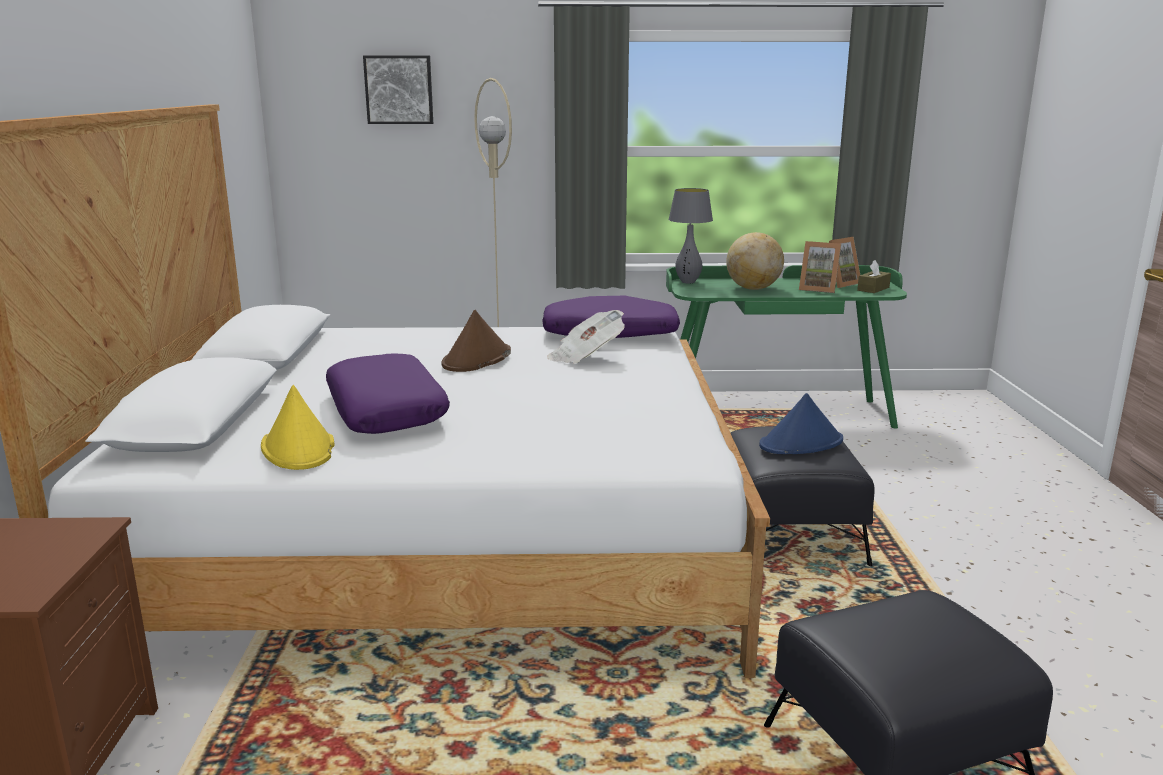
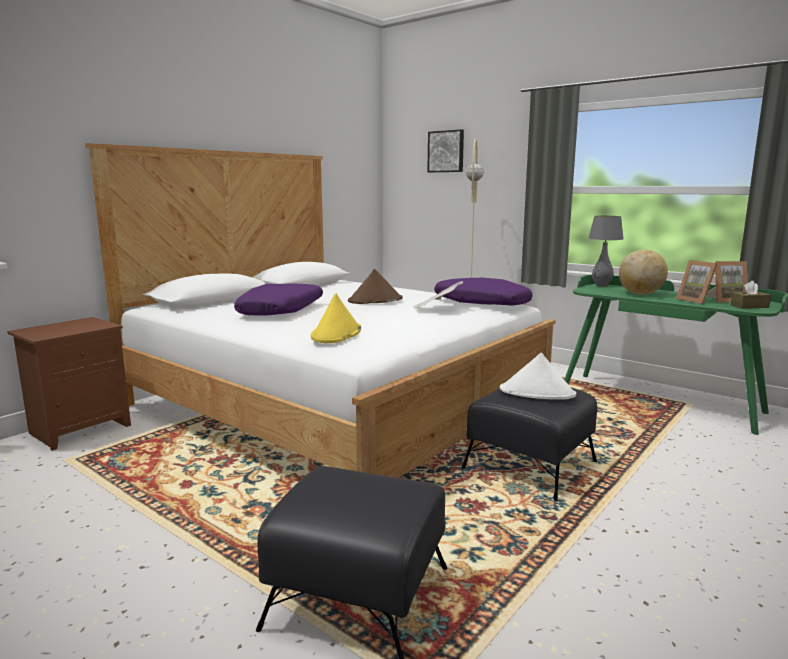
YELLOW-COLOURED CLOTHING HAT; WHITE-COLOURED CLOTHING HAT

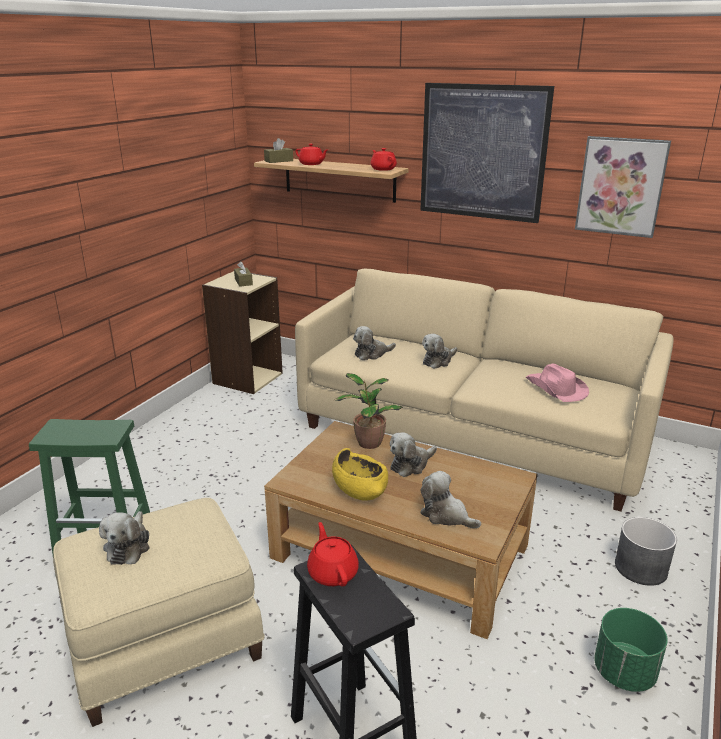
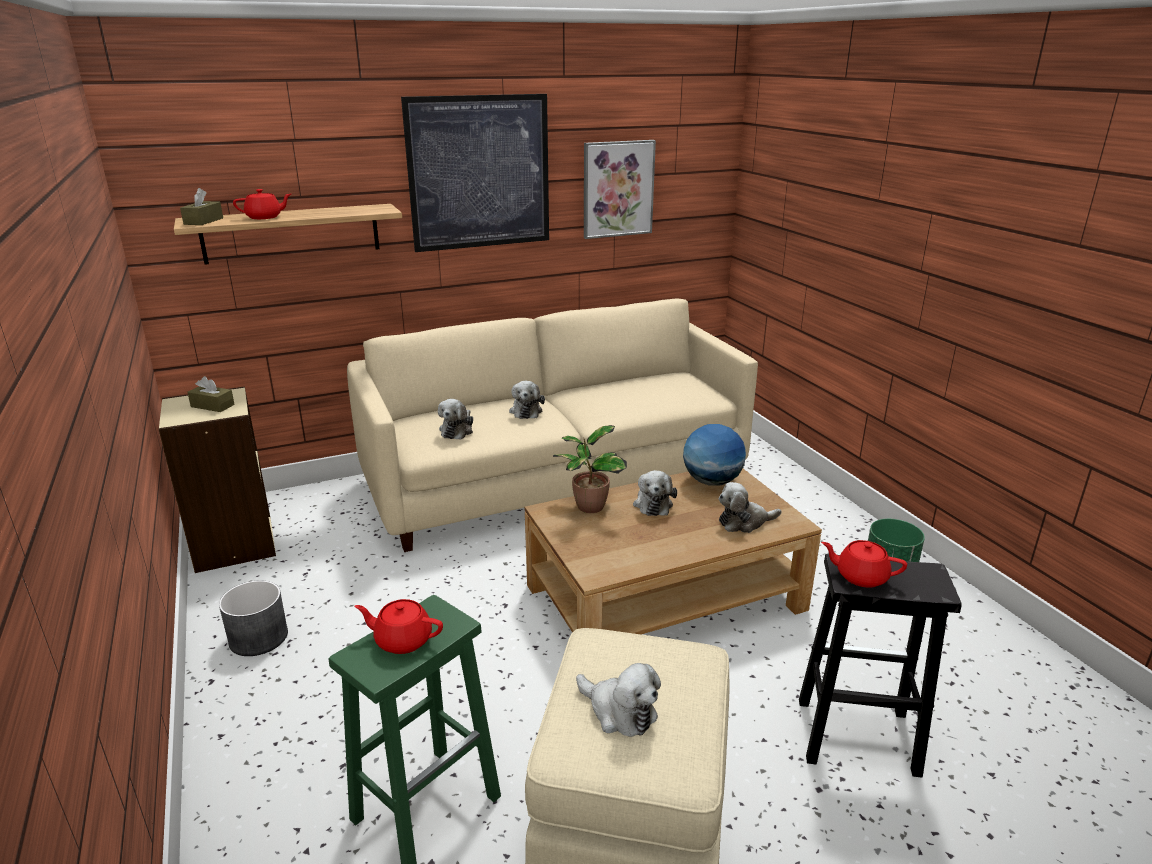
YELLOW-COLOURED BOWL; RED-COLOURED TEA POT (no. 2 from left); PINK-COLOURED CLOTHING HAT; GREYISH FLOWER POT; GLOBE

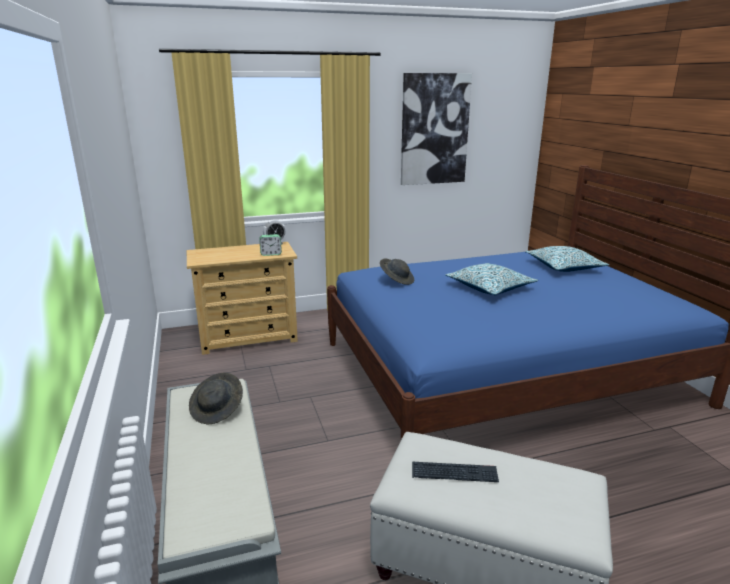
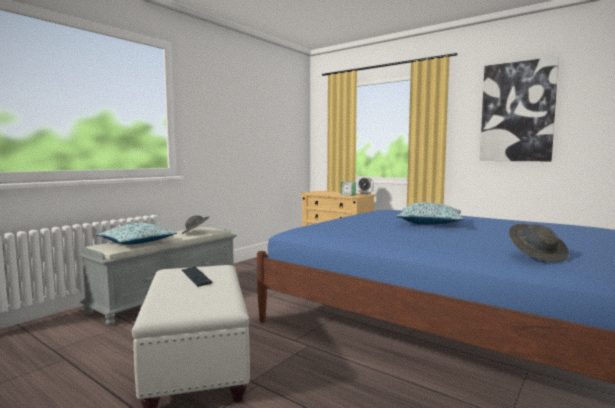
GREYISH CLOTHING HAT (no. 2 from left); THROW PILLOW (no. 1 from left)

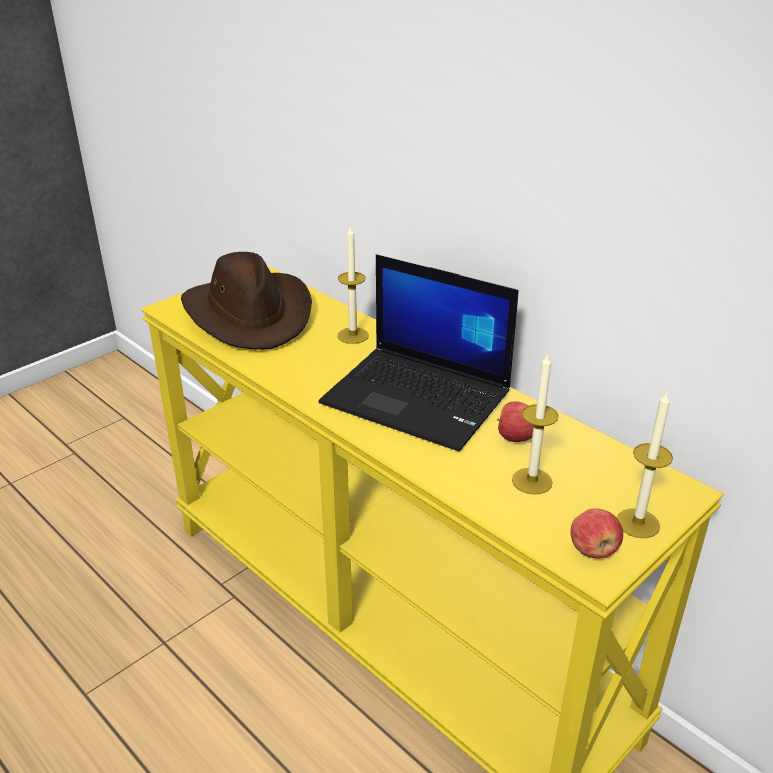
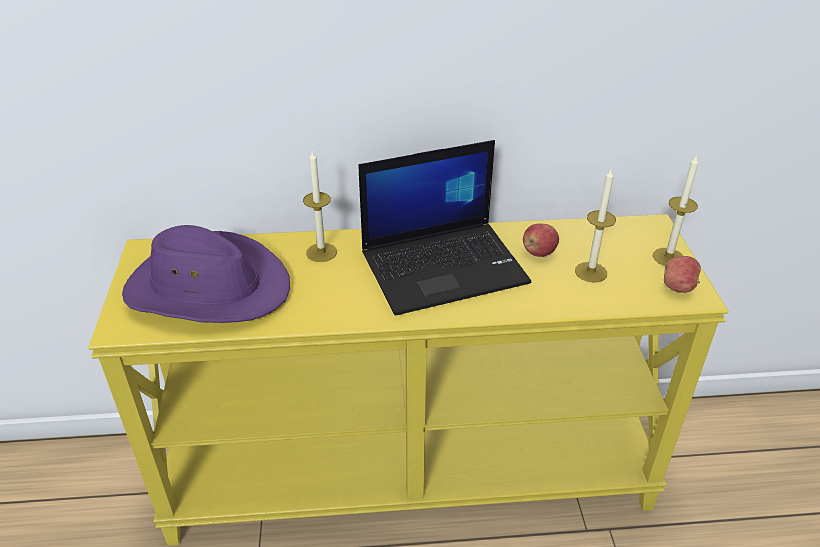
PURPLE-COLOURED CLOTHING HAT

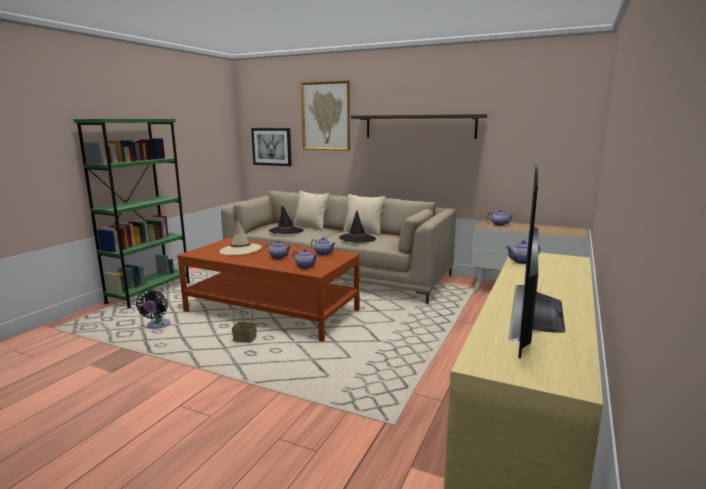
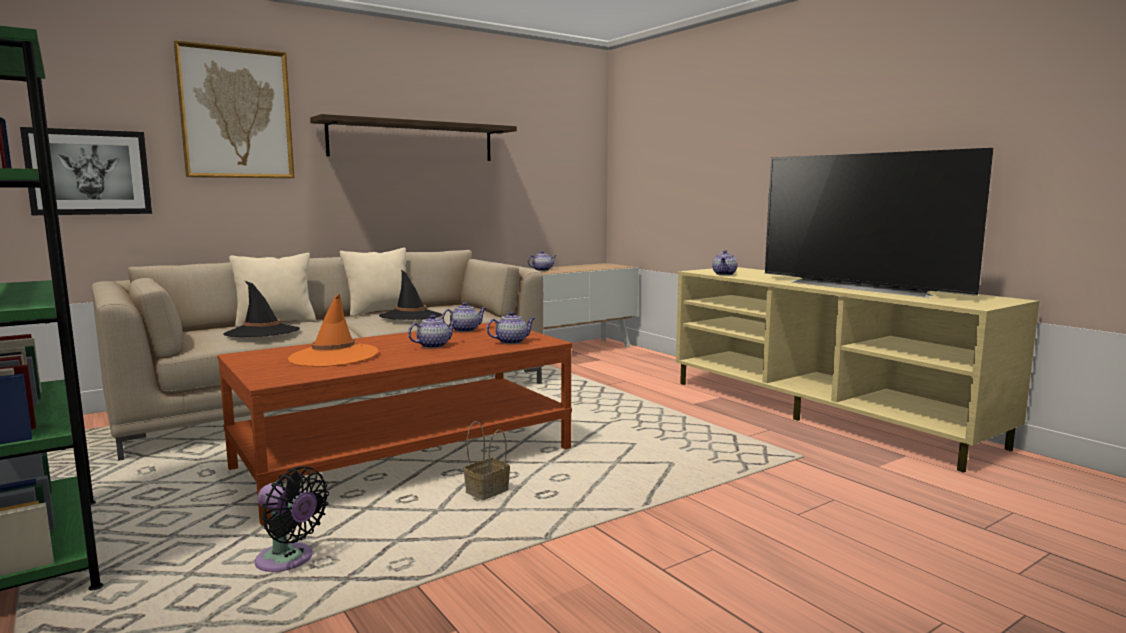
ORANGE-COLOURED CLOTHING HAT

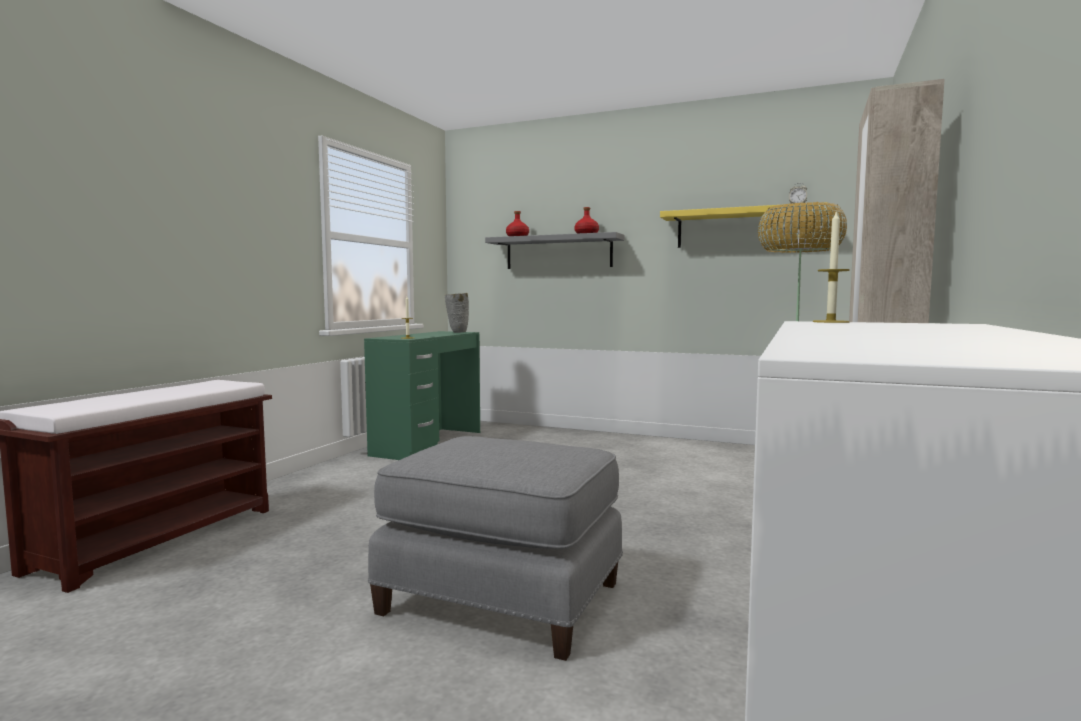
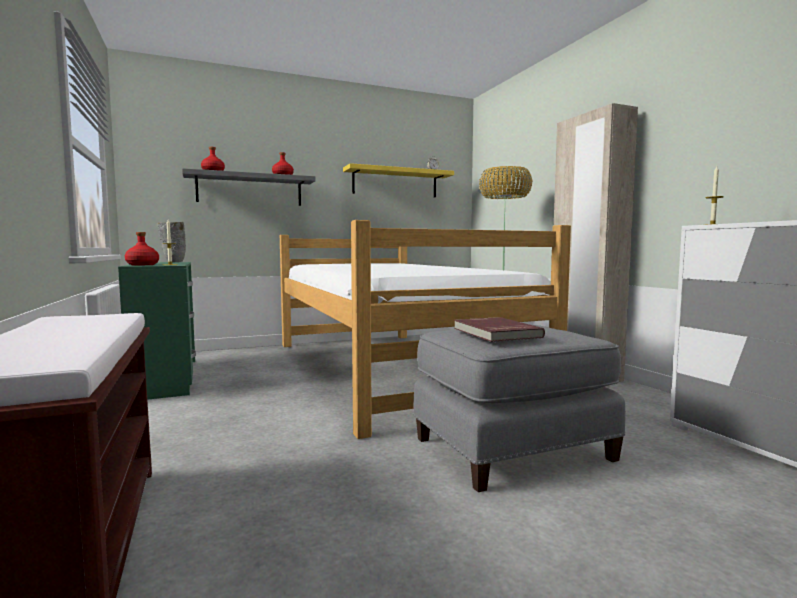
RED-COLOURED DRINK BOTTLE (no. 1 from left); BEDROOM BED; RED-COLOURED VOLUME

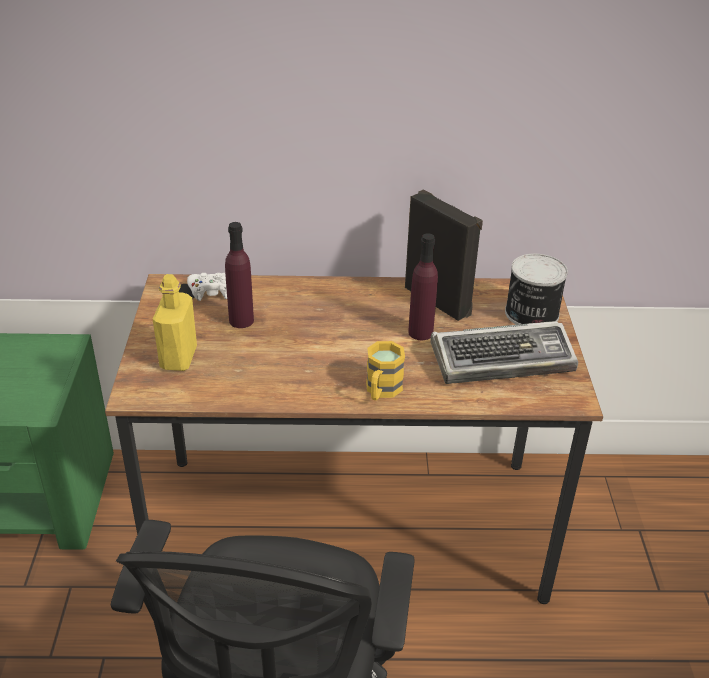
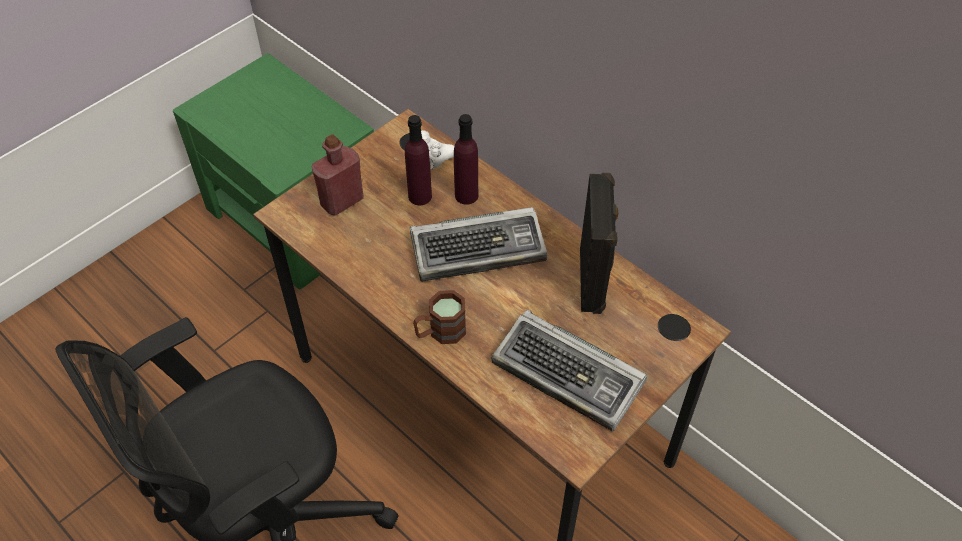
RED-COLOURED DRINK BOTTLE; BROWNISH TEA MUG; PURPLE-COLOURED DRINK BOTTLE (no. 2 from left); METAL CAN; COMPUTER KEYBOARD (no. 1 from left)

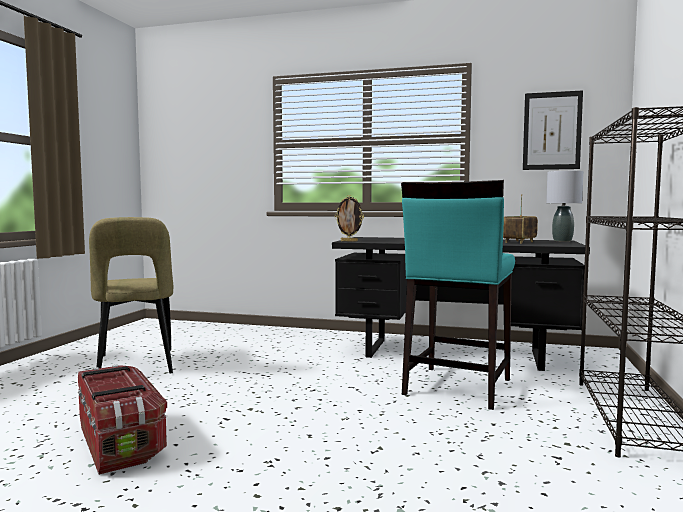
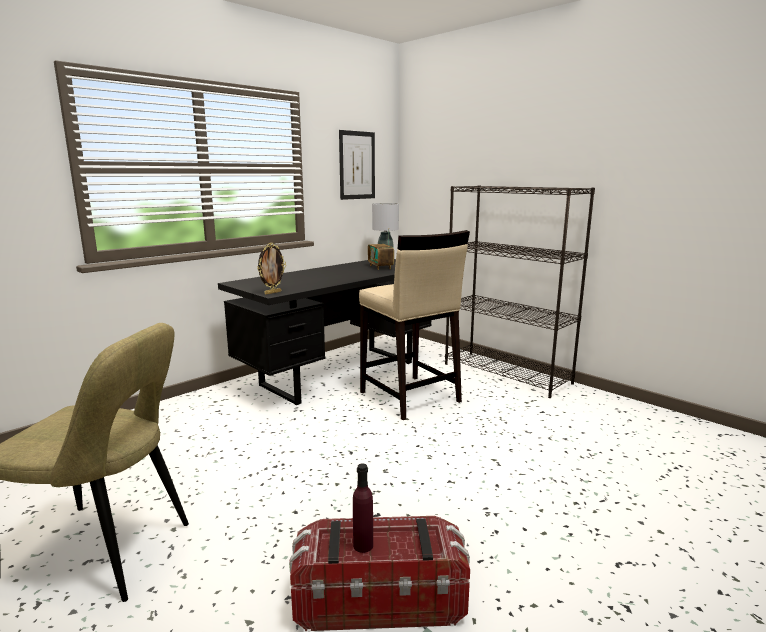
BEIGE-COLOURED STOOL SEAT; PURPLE-COLOURED DRINK BOTTLE

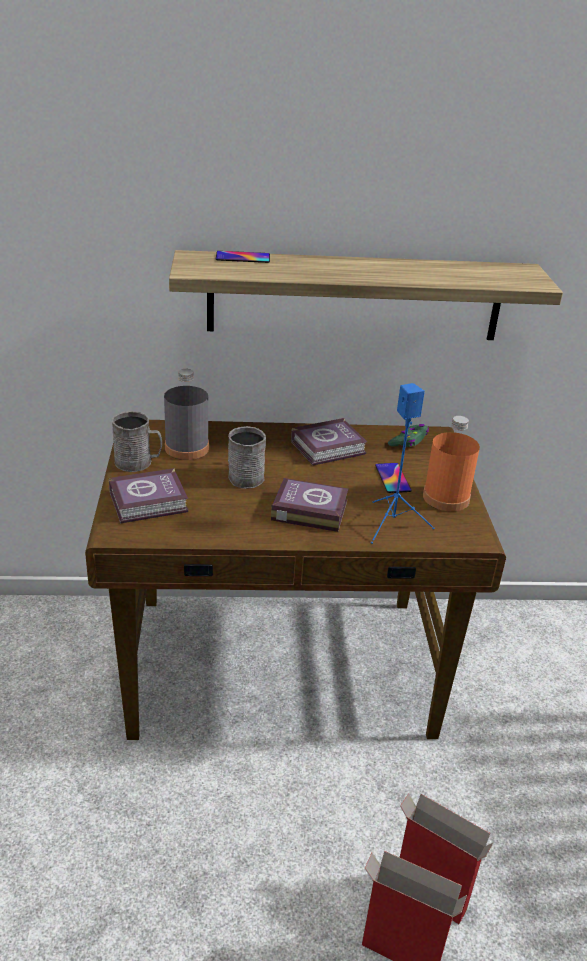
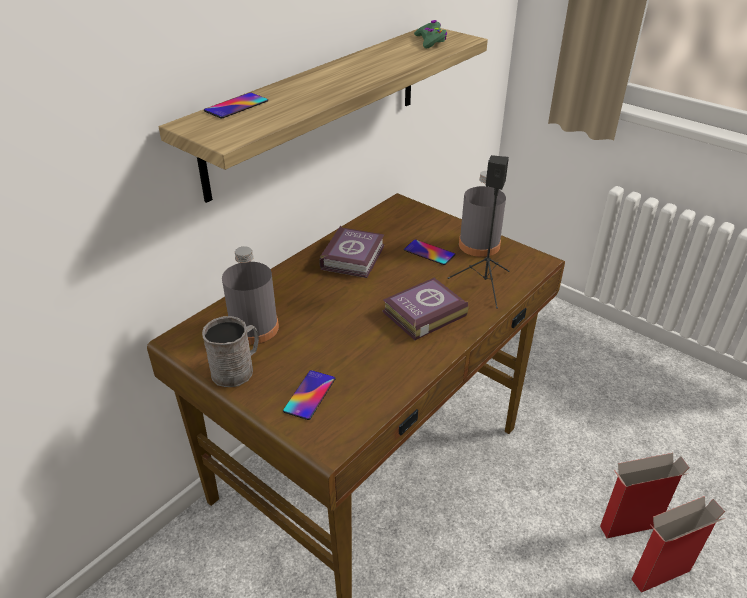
TELEPHONE (no. 2 from left); GREYISH TEA MUG (no. 2 from left in the first image); BLACK AUDIO SPEAKER; GREENISH GAMEPAD; GREYISH DRINK BOTTLE (no. 2 from left)

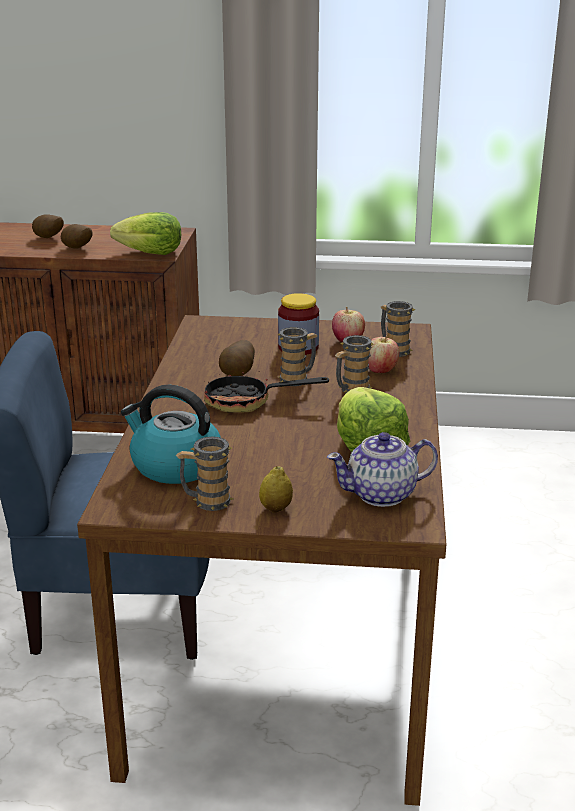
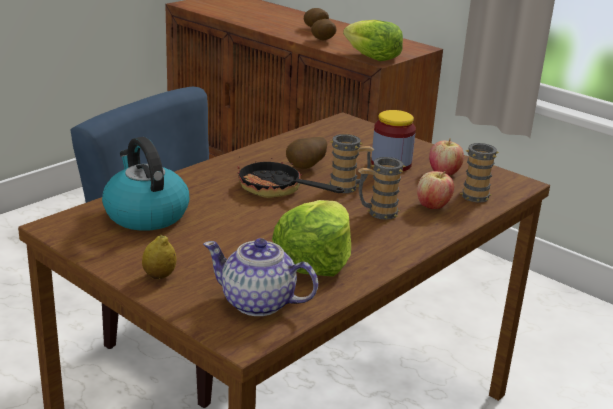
TEA MUG (no. 1 from left in the first image)

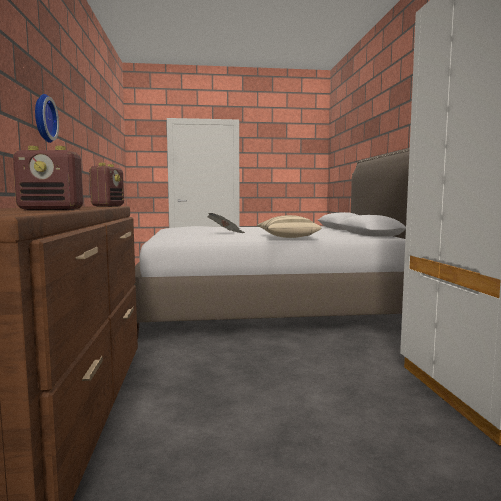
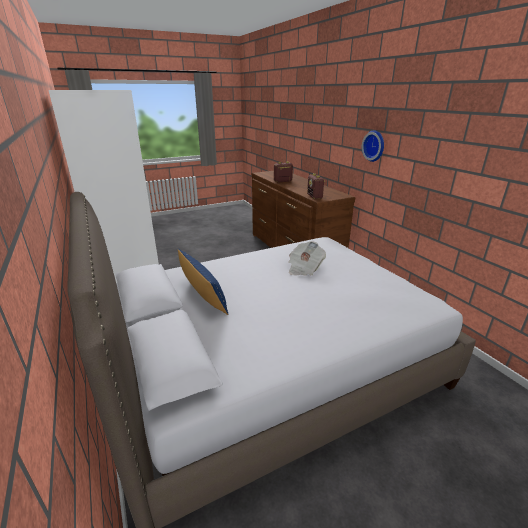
BEIGE-COLOURED THROW PILLOW; BLUE-COLOURED THROW PILLOW

